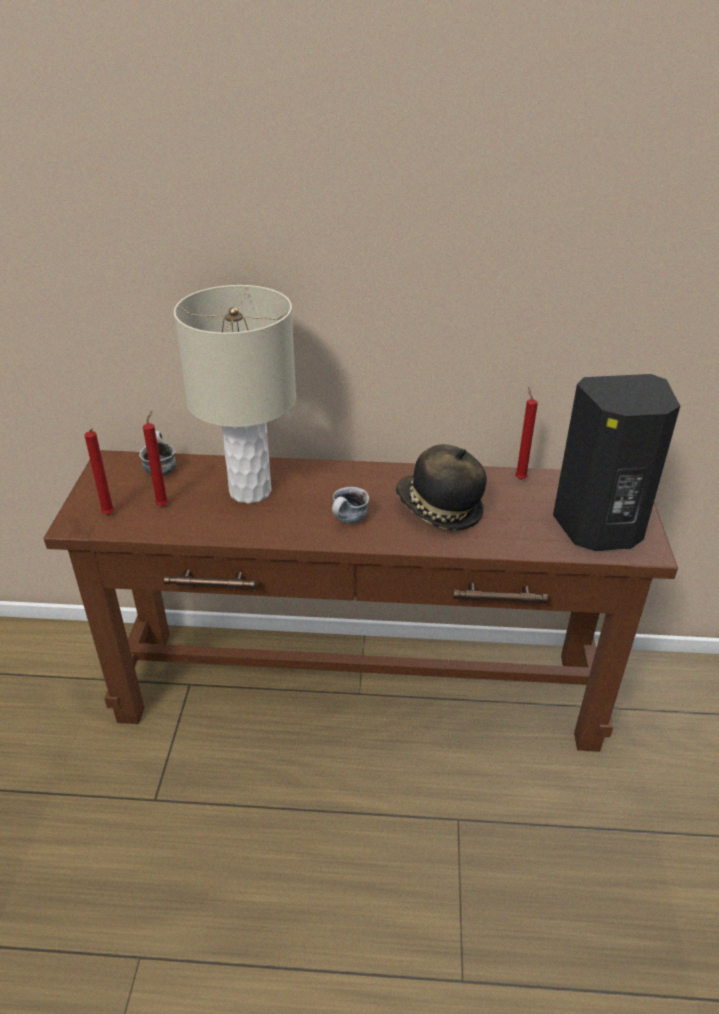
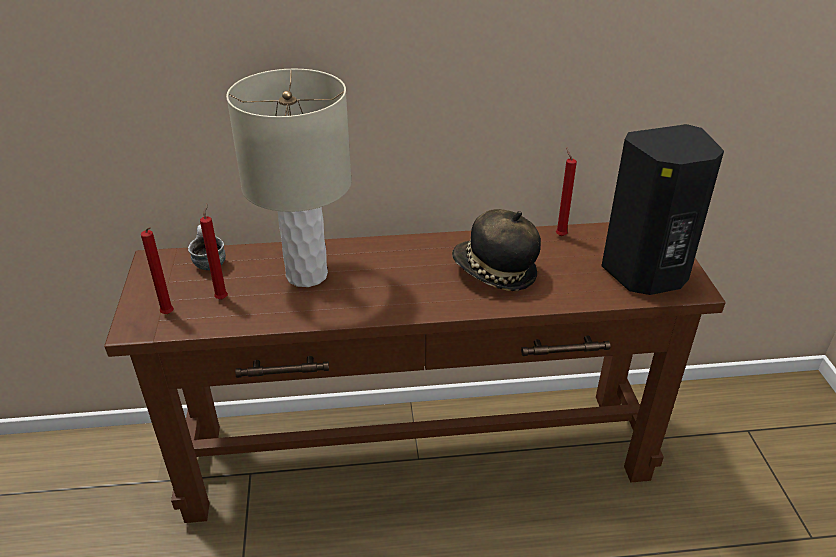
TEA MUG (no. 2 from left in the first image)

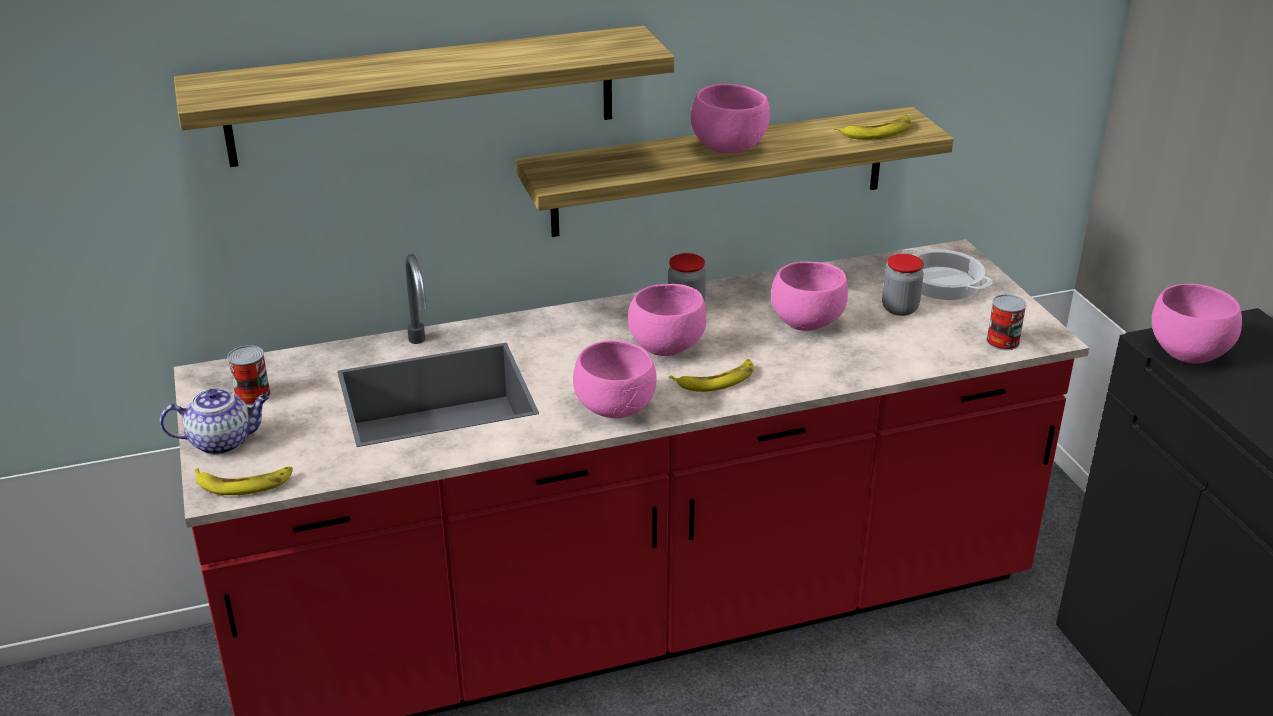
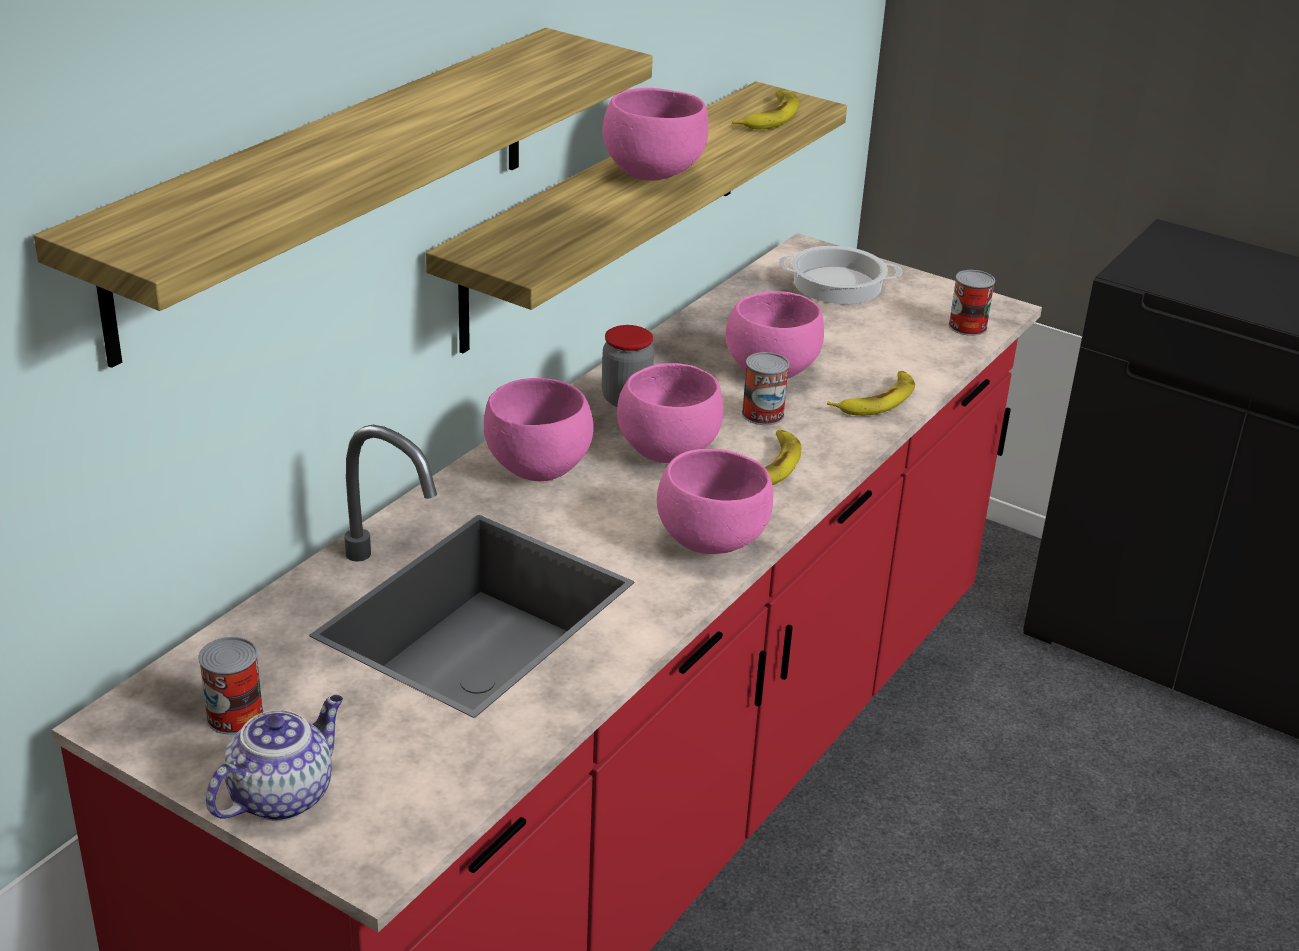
BANANA FRUIT (no. 3 from left); PRESERVE JAR (no. 2 from left in the first image); PINK-COLOURED BOWL (no. 1 from left); METAL CAN (no. 2 from left)

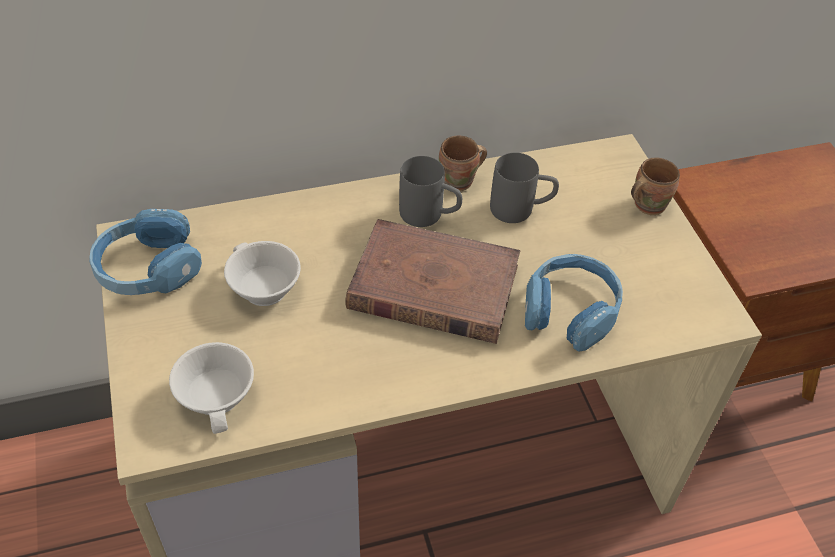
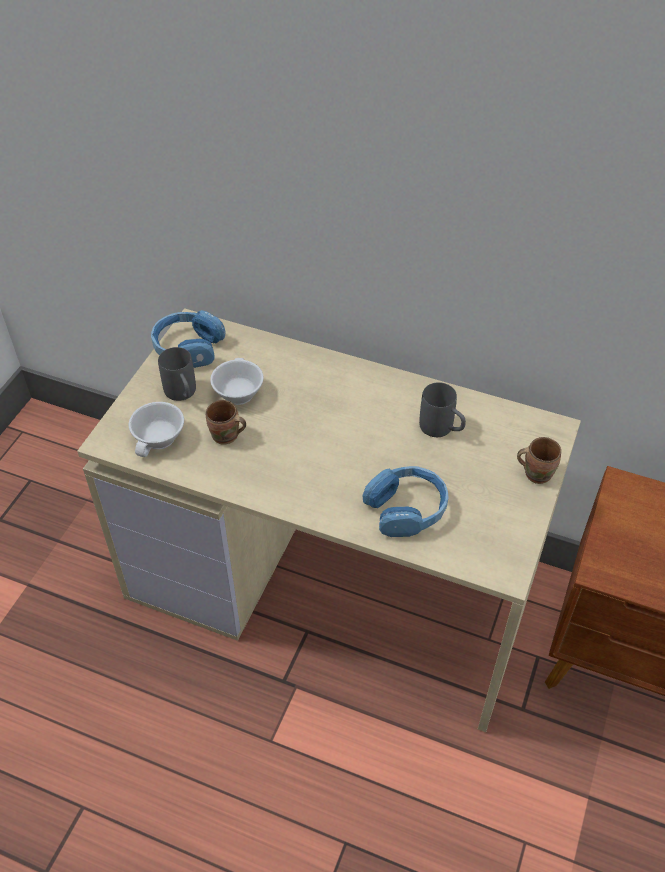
BROWNISH VOLUME; GREYISH TEA MUG (no. 1 from left); BROWNISH TEA MUG (no. 1 from left)

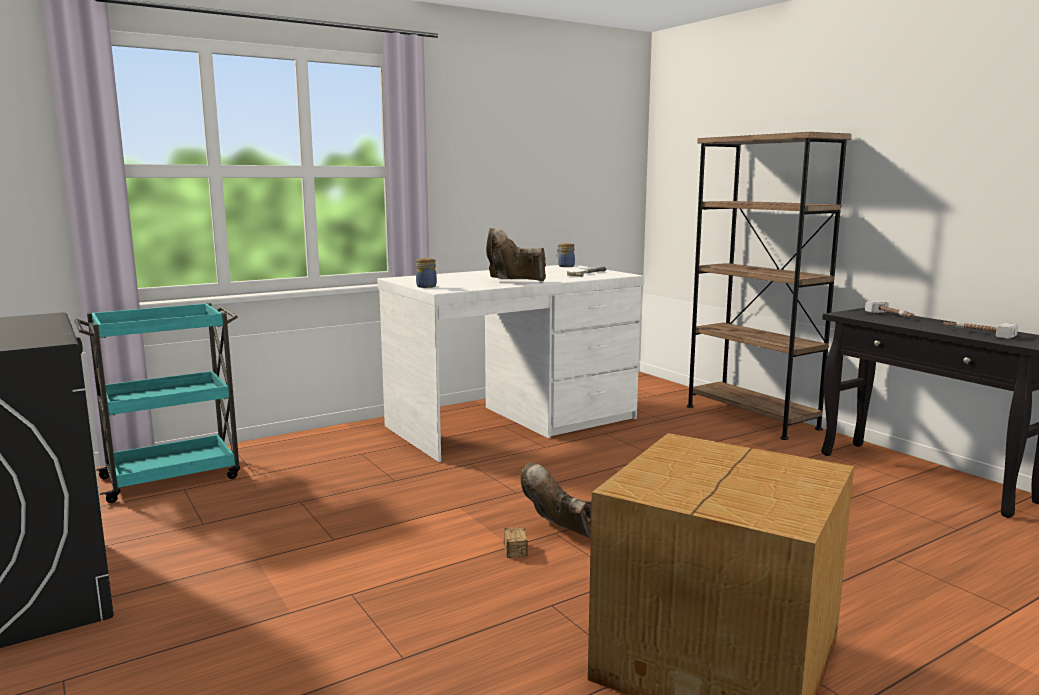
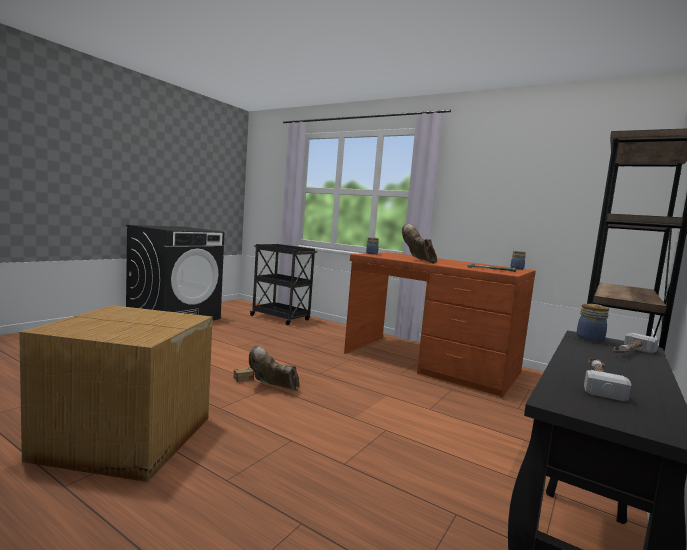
BLACK TROLLEY; BROWNISH DESK TABLE; BROWNISH TALL BOOT (no. 1 from left); PRESERVE JAR (no. 3 from left)

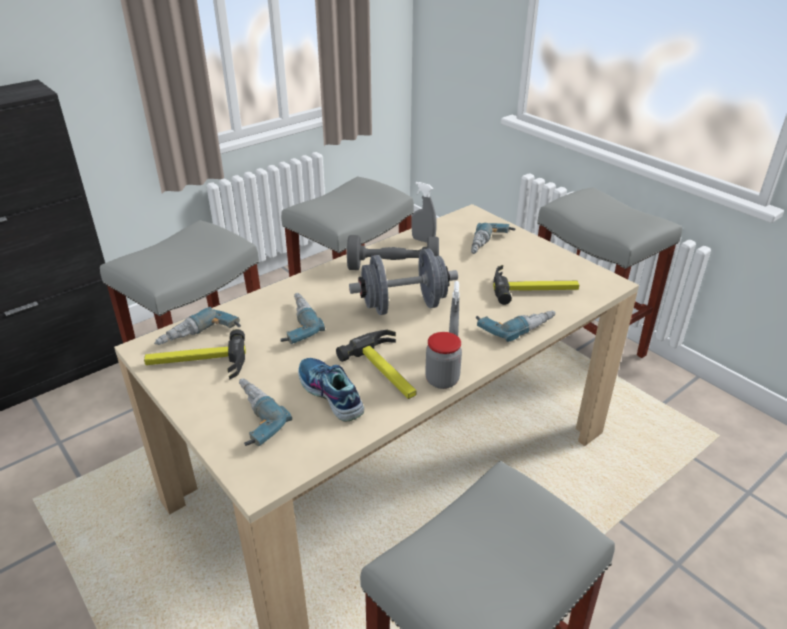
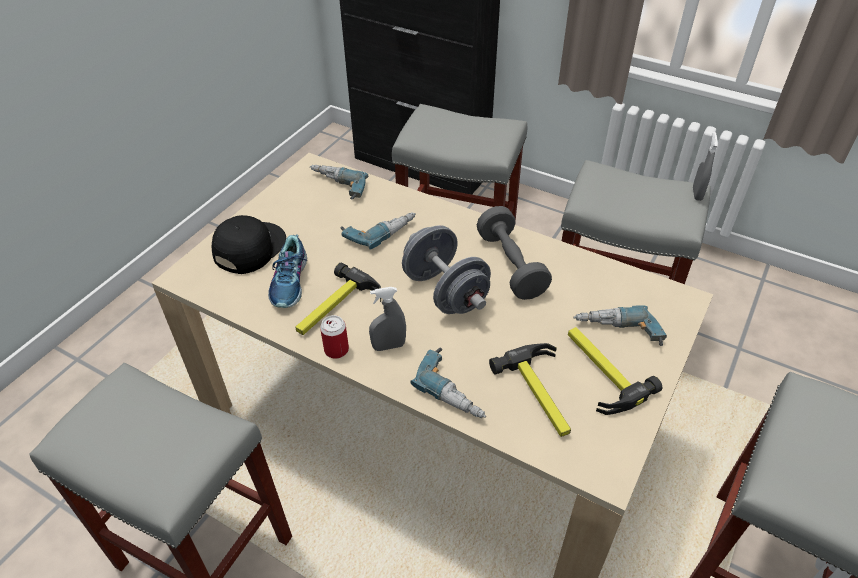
HAND HAMMER (no. 3 from left); BLACK PEAKED CAP; LOW SHOE; GREYISH HAND SPRAYER (no. 2 from left); METAL CAN

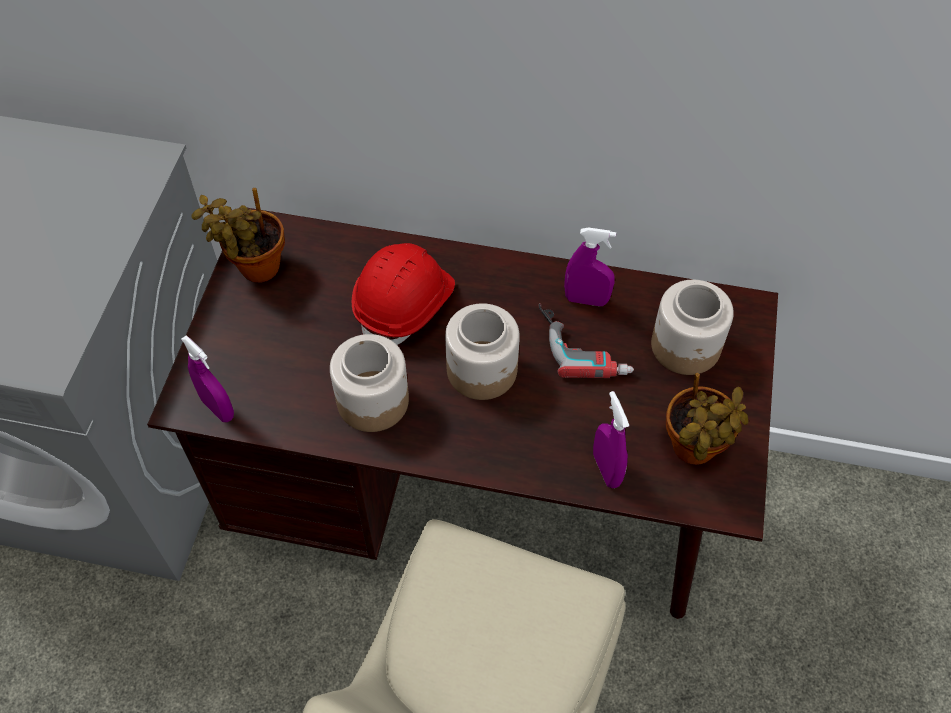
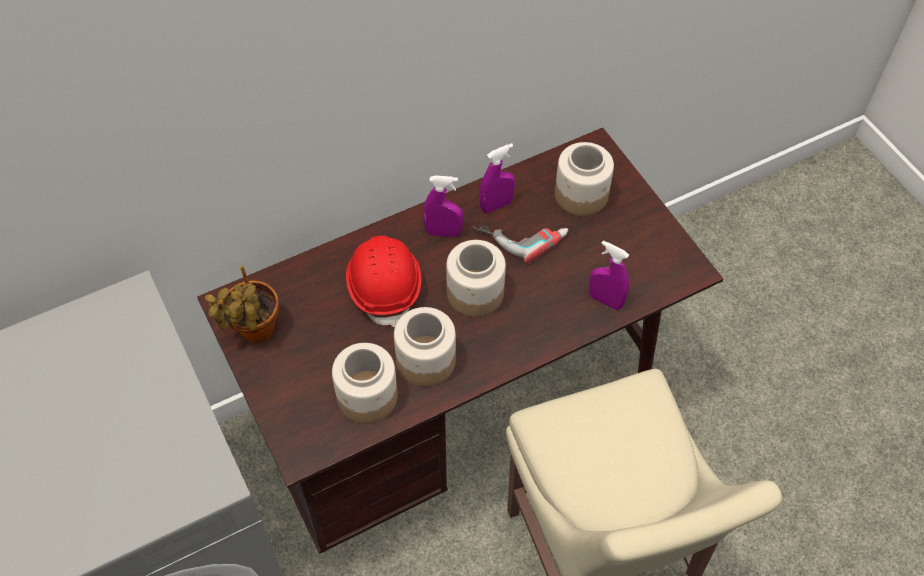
PURPLE-COLOURED HAND SPRAYER (no. 1 from left); PLANT IN A POT (no. 2 from left in the first image); PRESERVE JAR (no. 1 from left)

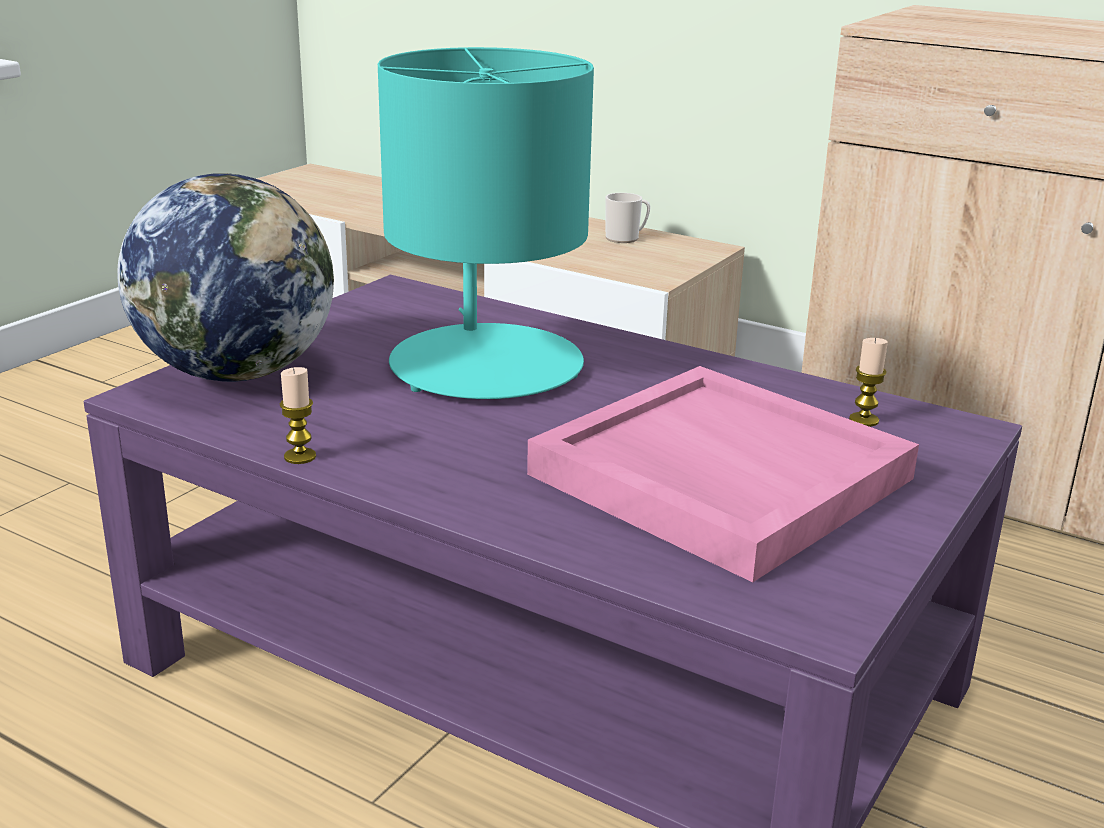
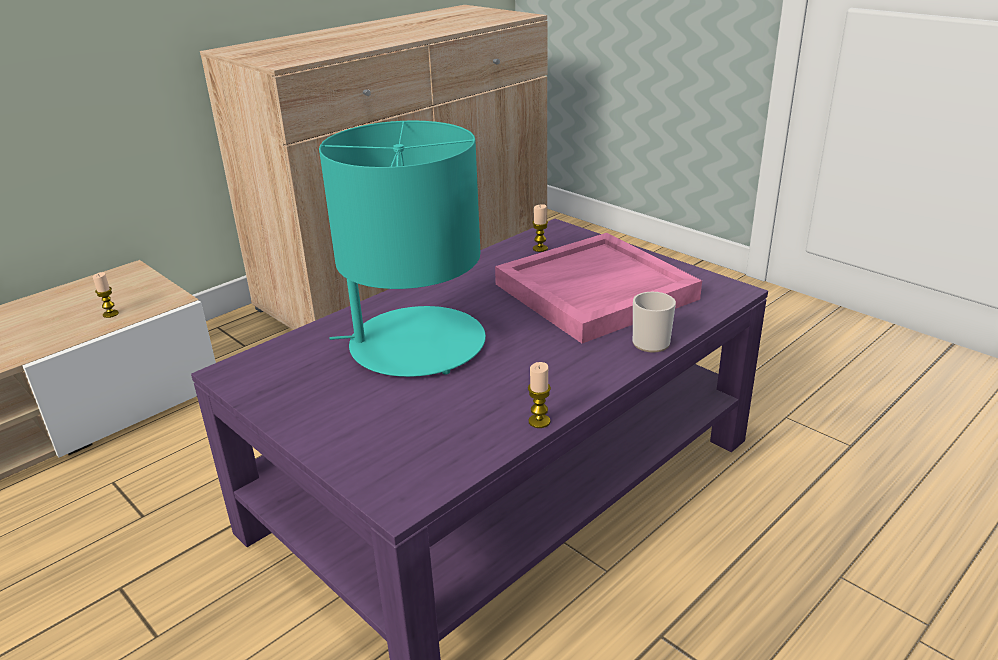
GLOBE; TEA MUG; WAX LIGHT (no. 1 from left)

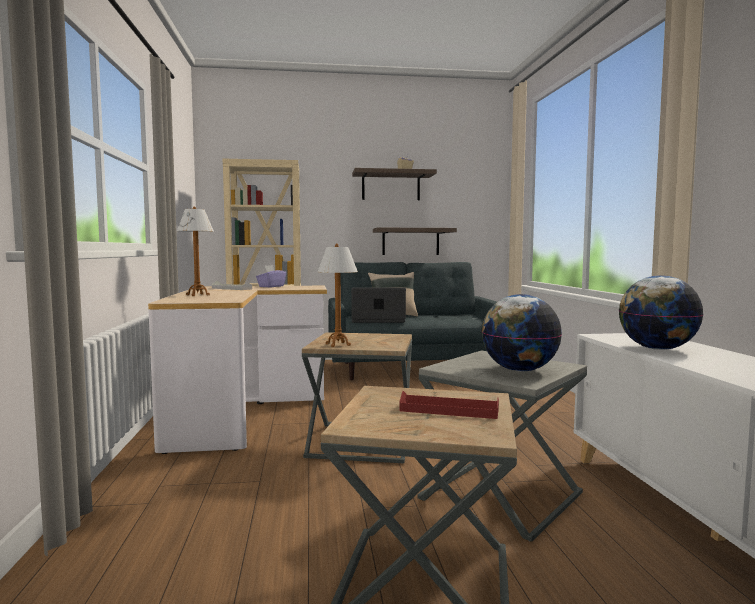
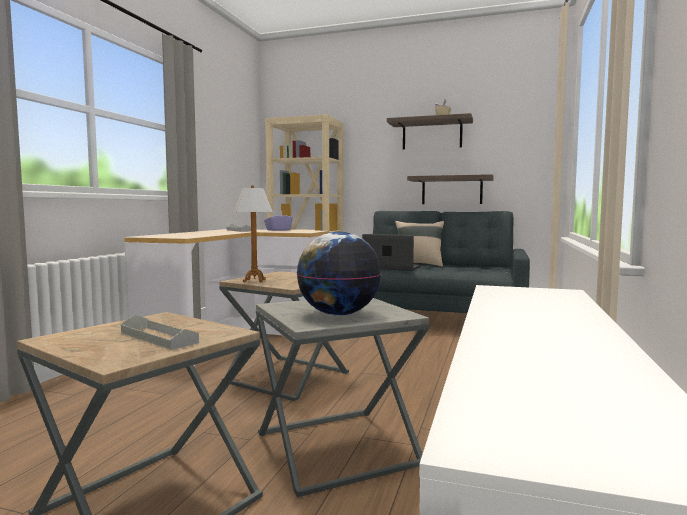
LAMP FOR A TABLE (no. 1 from left in the first image); GREYISH CARRYING TRAY (no. 1 from left); GLOBE (no. 2 from left in the first image)

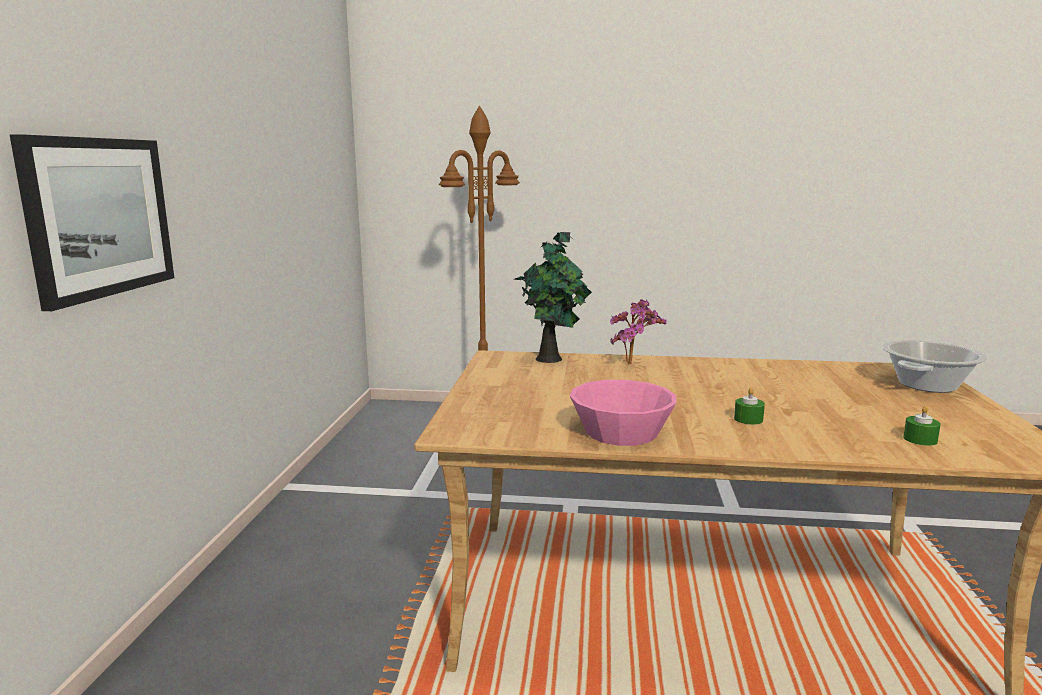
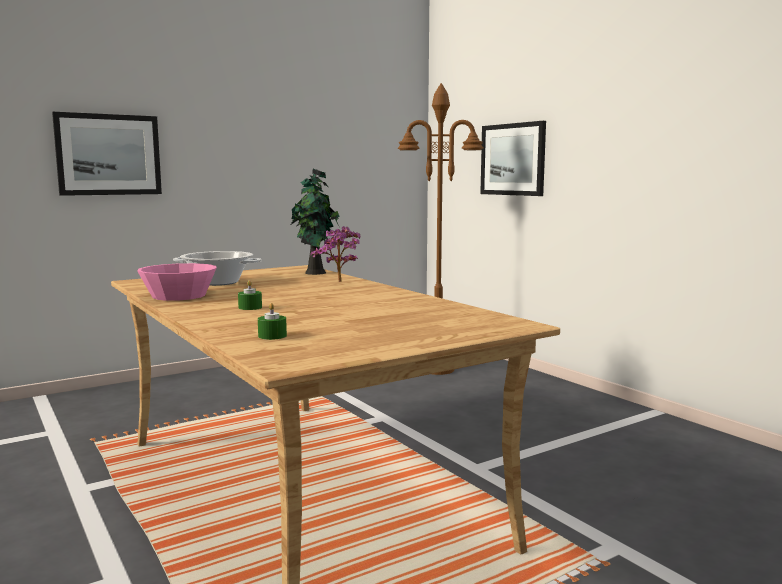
SAUCEPOT; WALL PICTURE (no. 2 from left)

